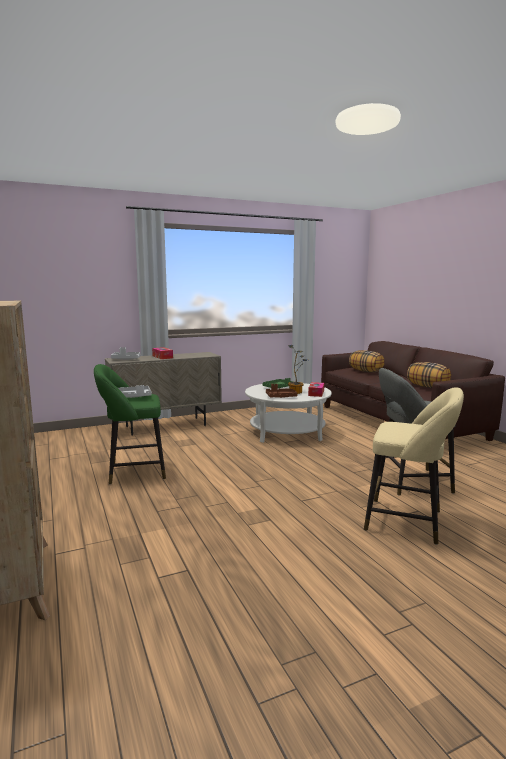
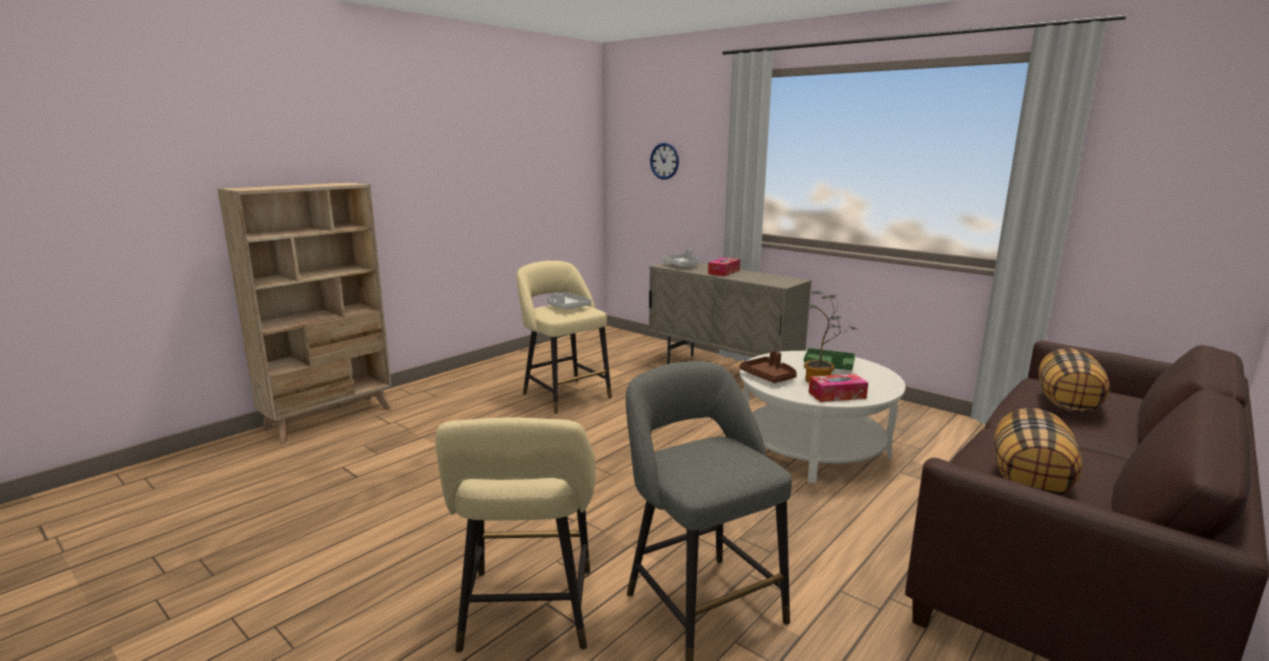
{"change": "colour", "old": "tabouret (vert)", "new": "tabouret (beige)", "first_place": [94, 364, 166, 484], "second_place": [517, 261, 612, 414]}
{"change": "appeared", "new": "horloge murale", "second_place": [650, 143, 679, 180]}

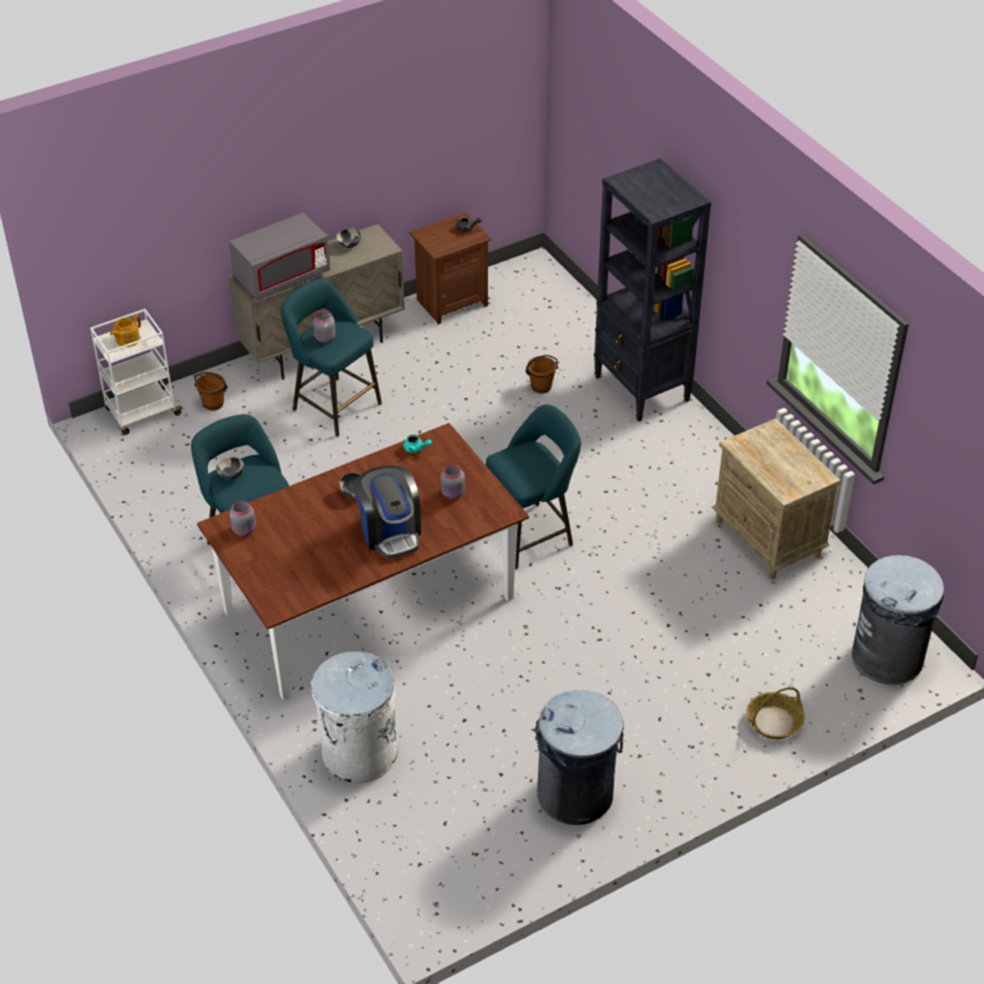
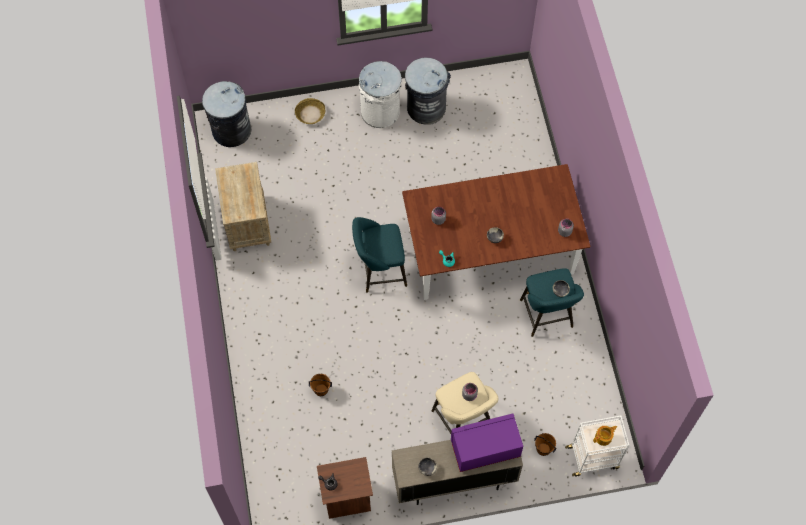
{"change": "missing", "old": "bibliothèque (noir)", "first_place": [594, 158, 711, 422]}
{"change": "colour", "old": "micro-ondes (gris)", "new": "micro-ondes (violet)", "first_place": [229, 213, 330, 300], "second_place": [451, 414, 523, 472]}
{"change": "colour", "old": "tabouret (turquoise)", "new": "tabouret (beige)", "first_place": [281, 279, 382, 437], "second_place": [432, 372, 499, 434]}
{"change": "missing", "old": "machine à café", "first_place": [353, 466, 421, 558]}
{"change": "relocated", "old": "poubelle (blanc)", "first_place": [311, 651, 397, 783], "second_place": [359, 61, 402, 128]}

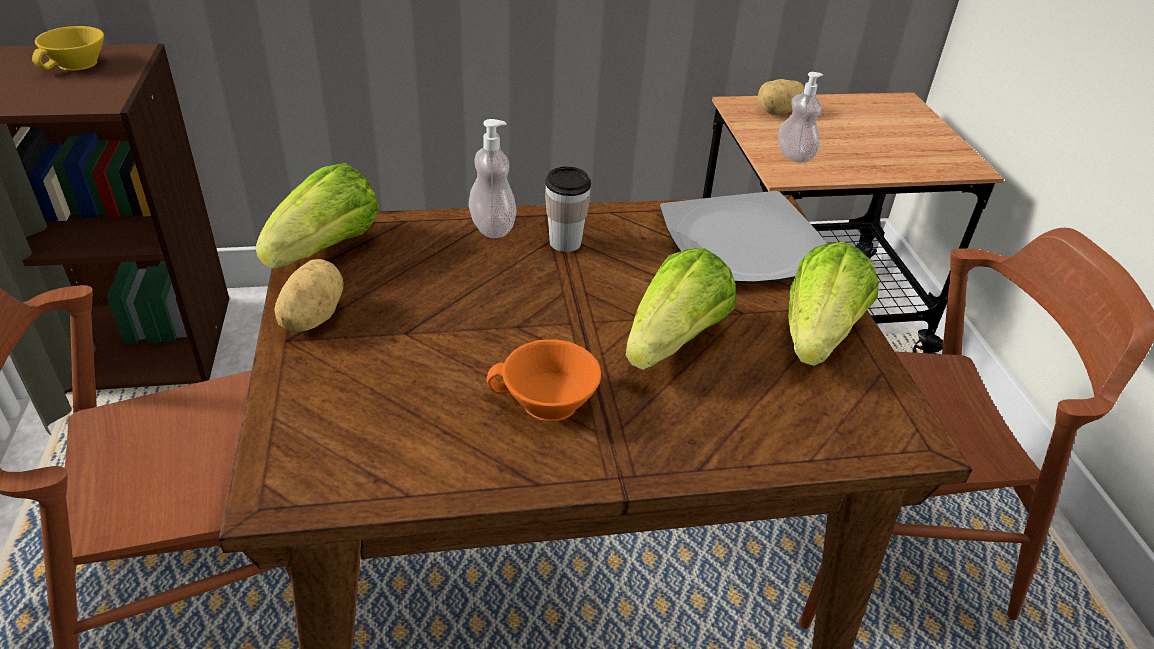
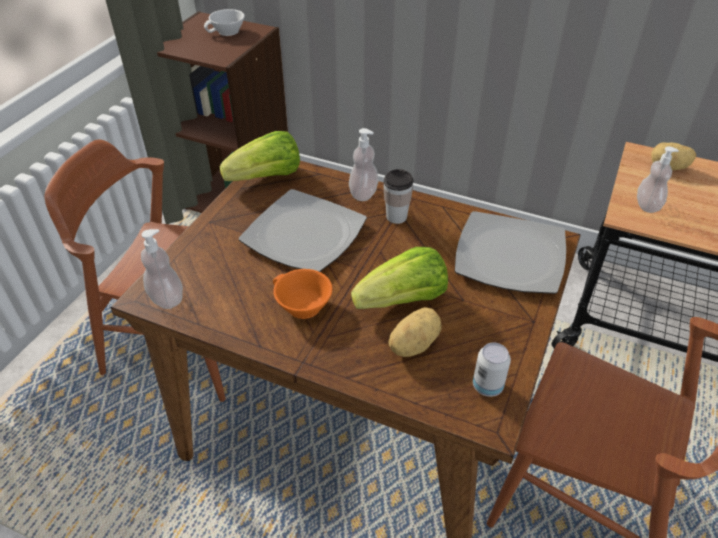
{"change": "colour", "old": "tasse (jaune)", "new": "tasse (blanc)", "first_place": [32, 26, 104, 71], "second_place": [204, 9, 245, 36]}
{"change": "missing", "old": "laitue", "first_place": [789, 242, 879, 366]}
{"change": "relocated", "old": "pomme de terre", "first_place": [274, 259, 343, 332], "second_place": [389, 307, 442, 357]}
{"change": "appeared", "new": "assiette", "second_place": [239, 189, 367, 272]}
{"change": "appeared", "new": "distributeur de savon", "second_place": [141, 229, 183, 309]}
{"change": "appeared", "new": "boîte métallique", "second_place": [473, 342, 511, 397]}

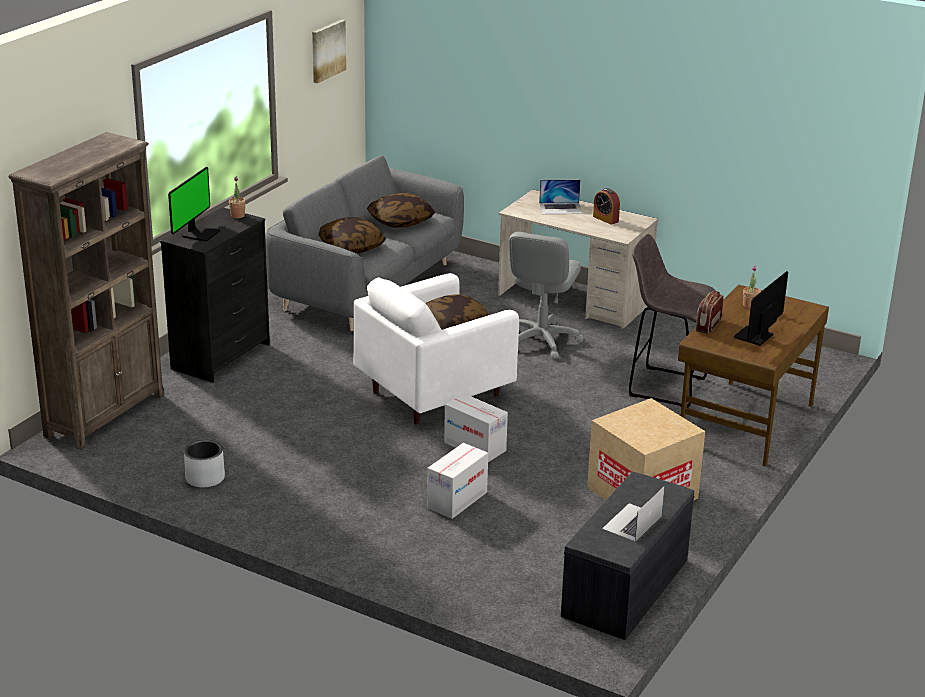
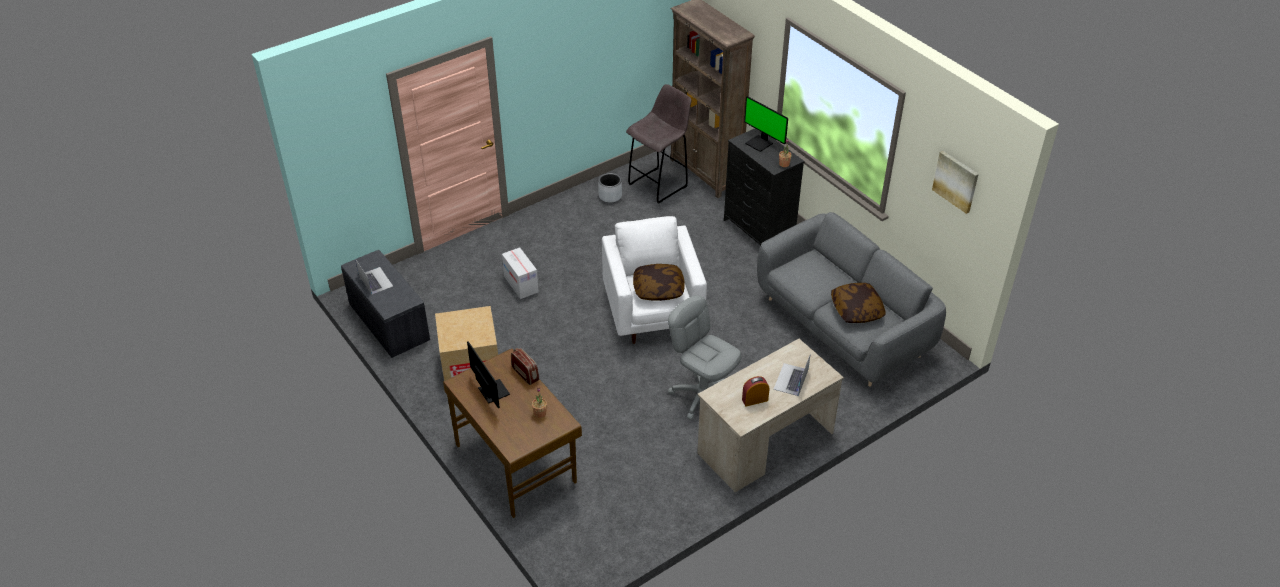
{"change": "missing", "old": "coussin", "first_place": [318, 217, 386, 254]}
{"change": "relocated", "old": "tabouret (gris)", "first_place": [629, 234, 716, 408], "second_place": [626, 84, 691, 204]}
{"change": "missing", "old": "carton", "first_place": [444, 393, 508, 462]}

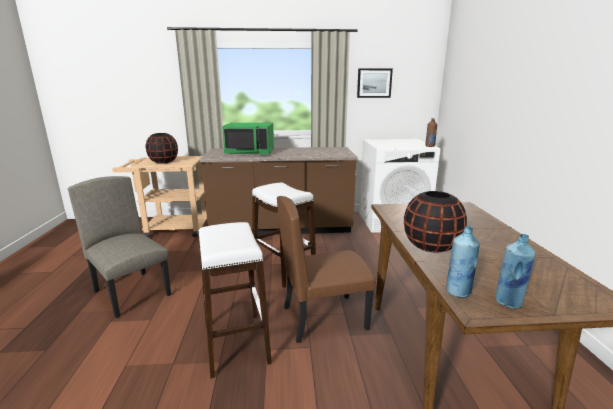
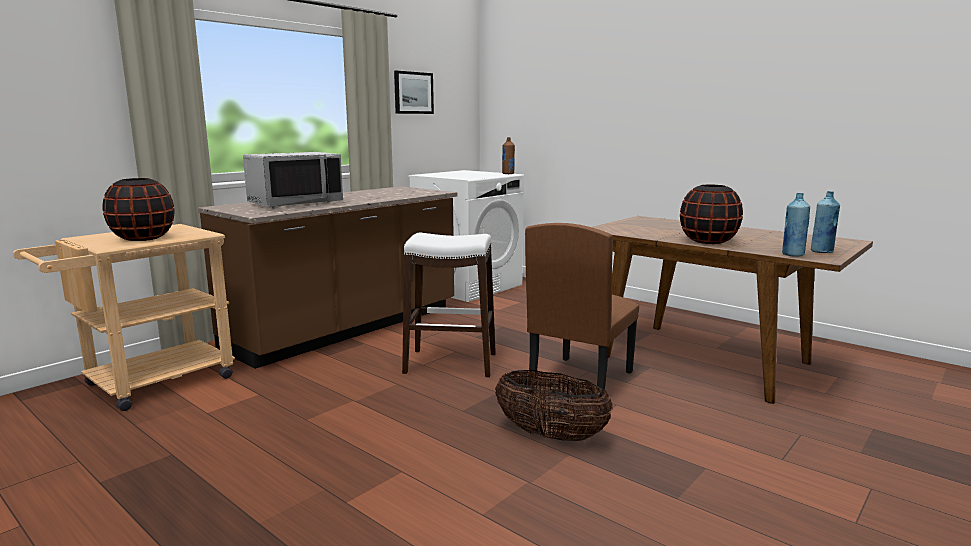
{"change": "colour", "old": "micro-ondes (vert)", "new": "micro-ondes (gris)", "first_place": [222, 123, 274, 154], "second_place": [243, 152, 343, 207]}
{"change": "missing", "old": "chaise (beige)", "first_place": [68, 176, 171, 318]}
{"change": "exchanged", "old": "tabouret (blanc)", "new": "panier", "first_place": [199, 222, 272, 378], "second_place": [495, 370, 614, 441]}

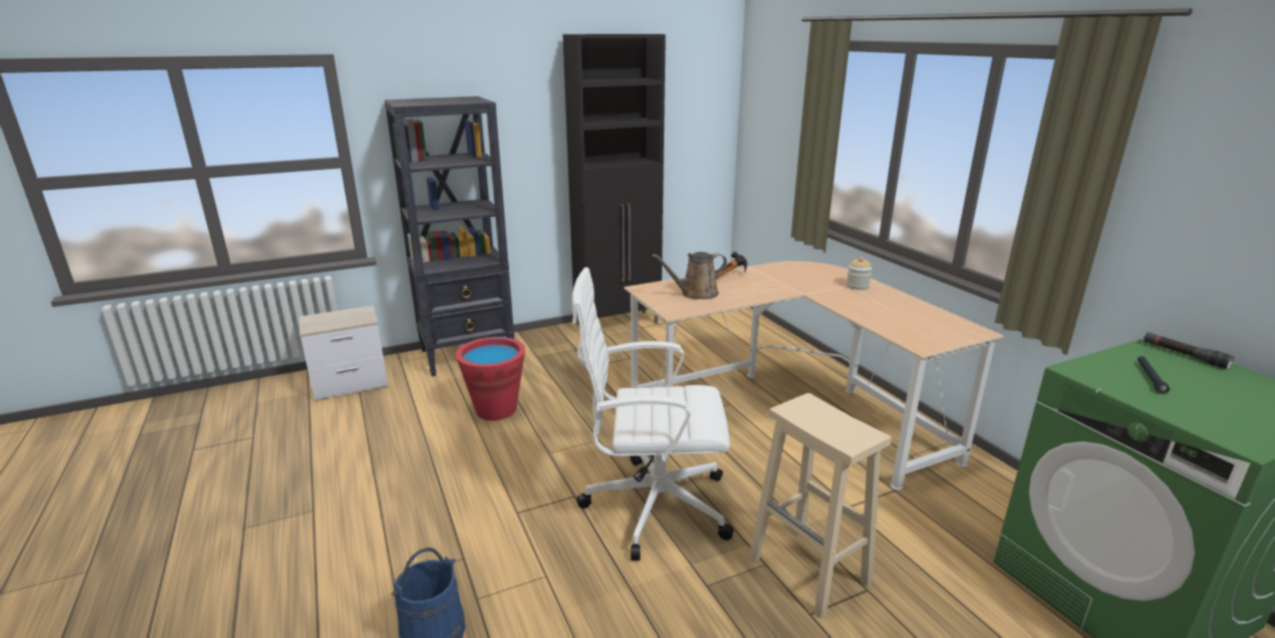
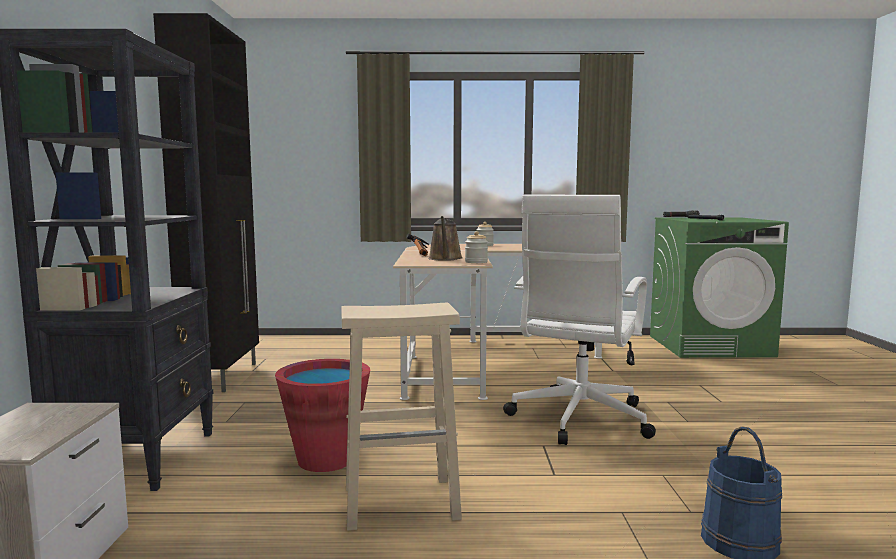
{"change": "relocated", "old": "tabouret (beige)", "first_place": [749, 393, 891, 619], "second_place": [341, 303, 462, 531]}
{"change": "appeared", "new": "bocal", "second_place": [465, 231, 488, 263]}

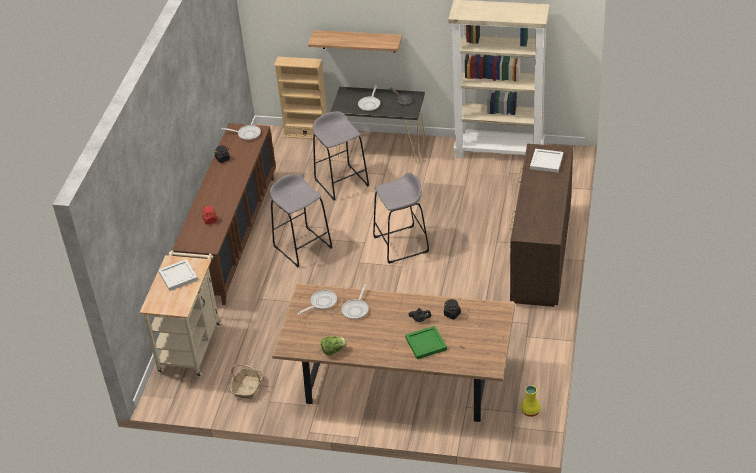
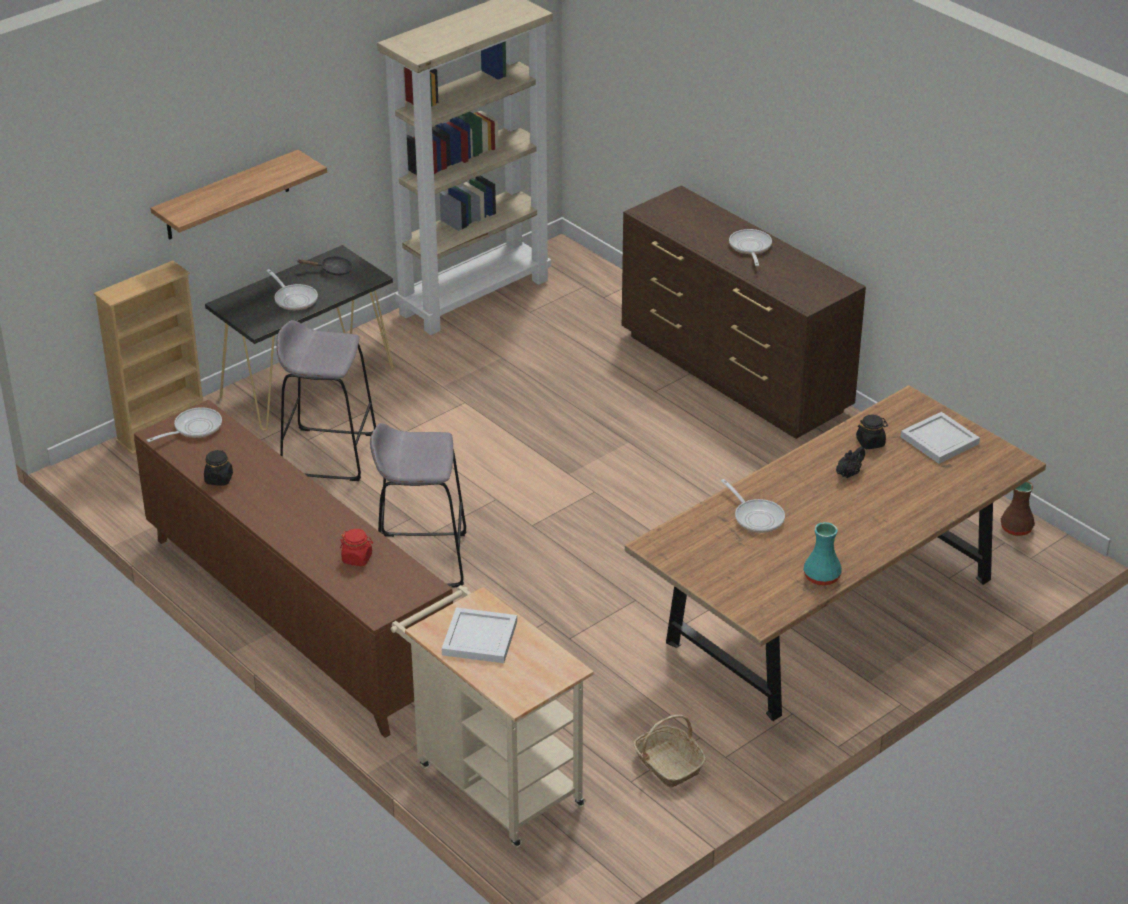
{"change": "relocated", "old": "plateau (blanc)", "first_place": [530, 149, 563, 173], "second_place": [901, 412, 980, 464]}
{"change": "missing", "old": "tabouret (gris)", "first_place": [373, 172, 429, 264]}
{"change": "relocated", "old": "poêle", "first_place": [297, 290, 337, 315], "second_place": [729, 229, 772, 266]}
{"change": "missing", "old": "plateau (vert)", "first_place": [405, 326, 447, 359]}
{"change": "exchanged", "old": "laitue", "new": "vase (turquoise)", "first_place": [321, 336, 347, 355], "second_place": [804, 522, 842, 586]}
{"change": "colour", "old": "vase (jaune)", "new": "vase (marron)", "first_place": [521, 385, 541, 417], "second_place": [1001, 481, 1035, 536]}

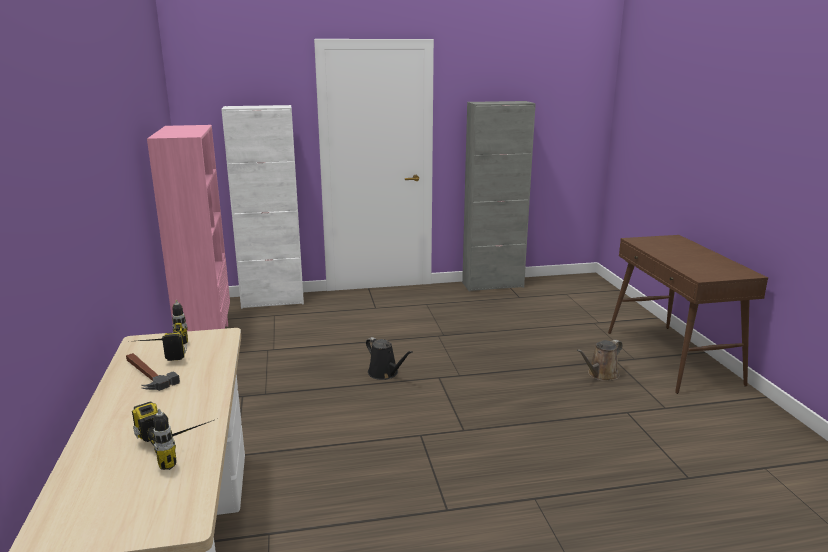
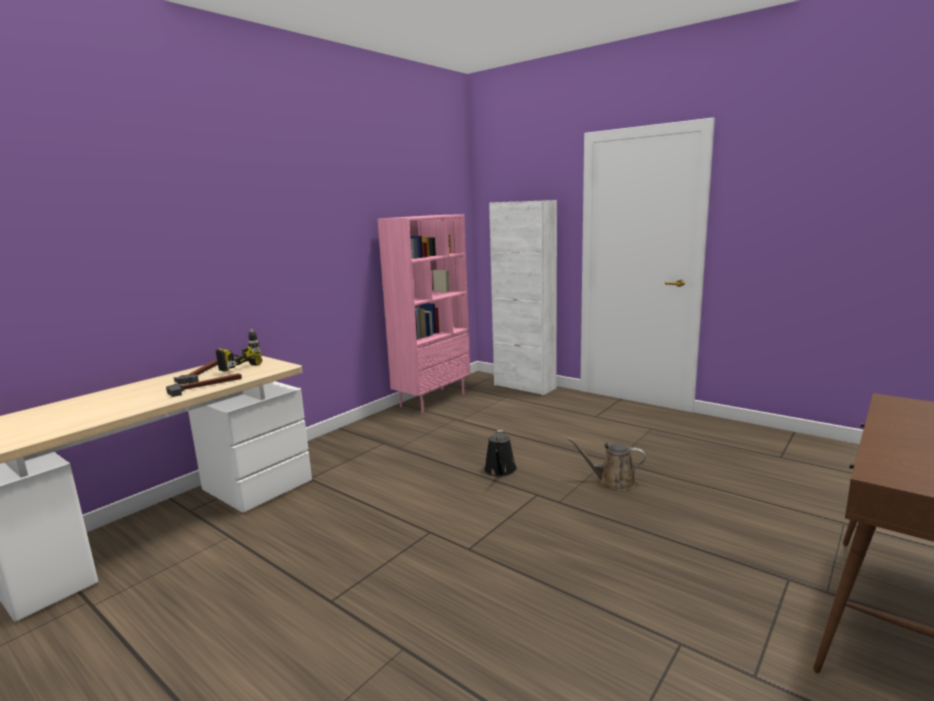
{"change": "missing", "old": "meuble de rangement (gris)", "first_place": [462, 101, 536, 292]}
{"change": "relocated", "old": "arrosoir (marron)", "first_place": [577, 340, 623, 381], "second_place": [567, 438, 646, 490]}
{"change": "missing", "old": "perceuse", "first_place": [132, 401, 214, 470]}
{"change": "appeared", "new": "marteau", "second_place": [166, 373, 242, 397]}

